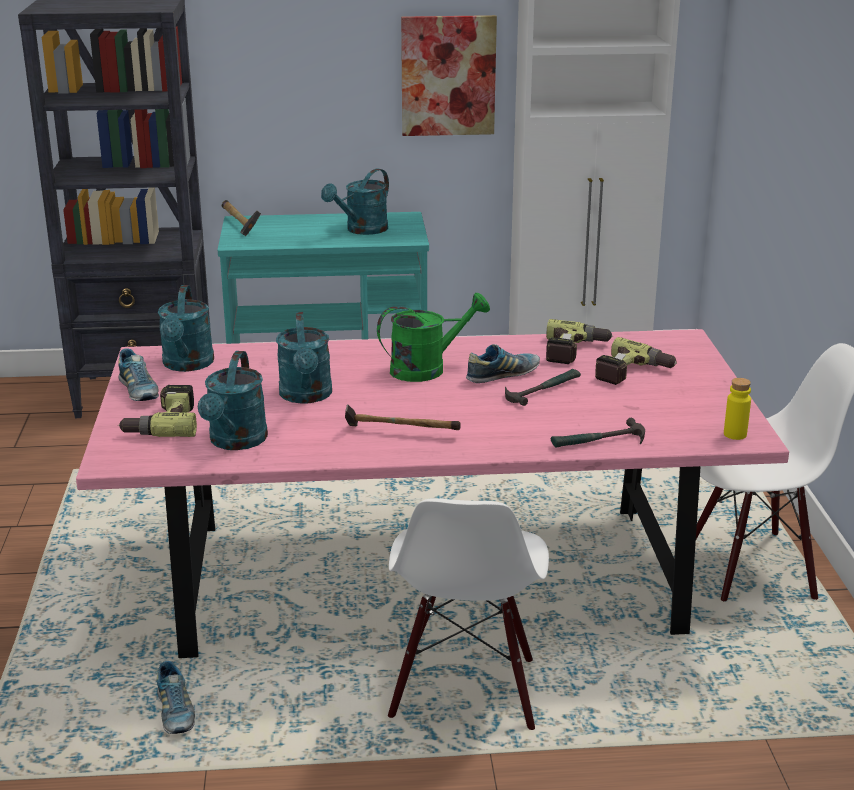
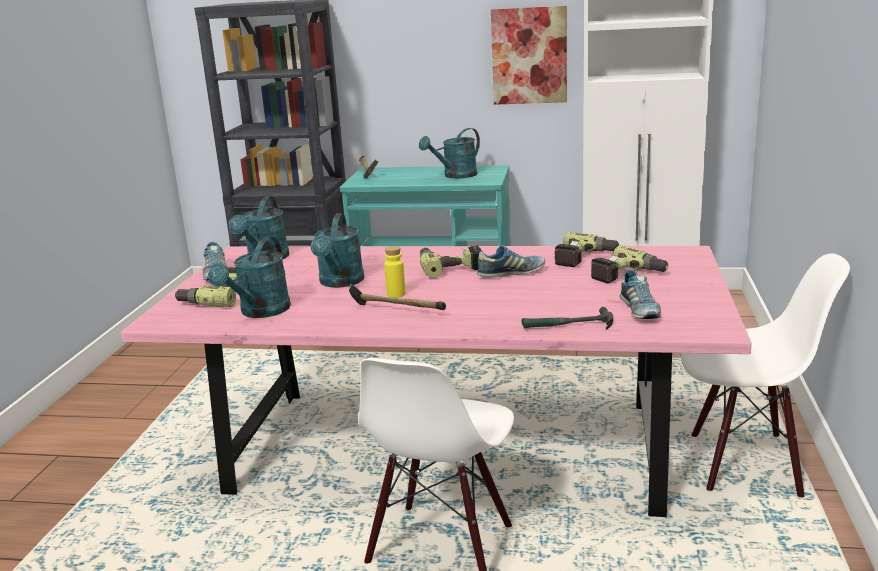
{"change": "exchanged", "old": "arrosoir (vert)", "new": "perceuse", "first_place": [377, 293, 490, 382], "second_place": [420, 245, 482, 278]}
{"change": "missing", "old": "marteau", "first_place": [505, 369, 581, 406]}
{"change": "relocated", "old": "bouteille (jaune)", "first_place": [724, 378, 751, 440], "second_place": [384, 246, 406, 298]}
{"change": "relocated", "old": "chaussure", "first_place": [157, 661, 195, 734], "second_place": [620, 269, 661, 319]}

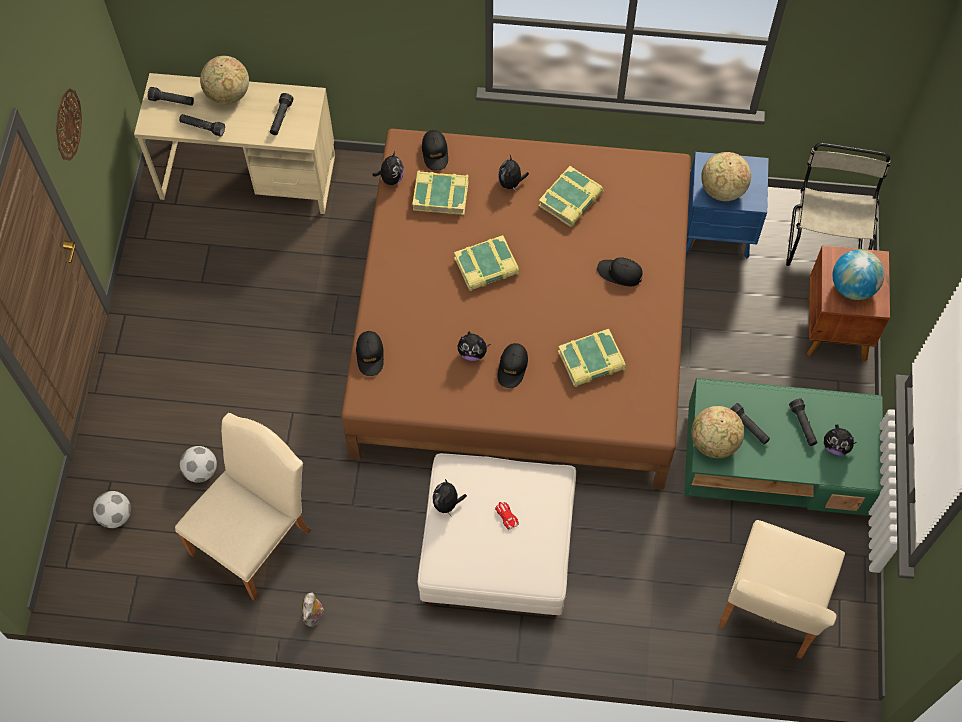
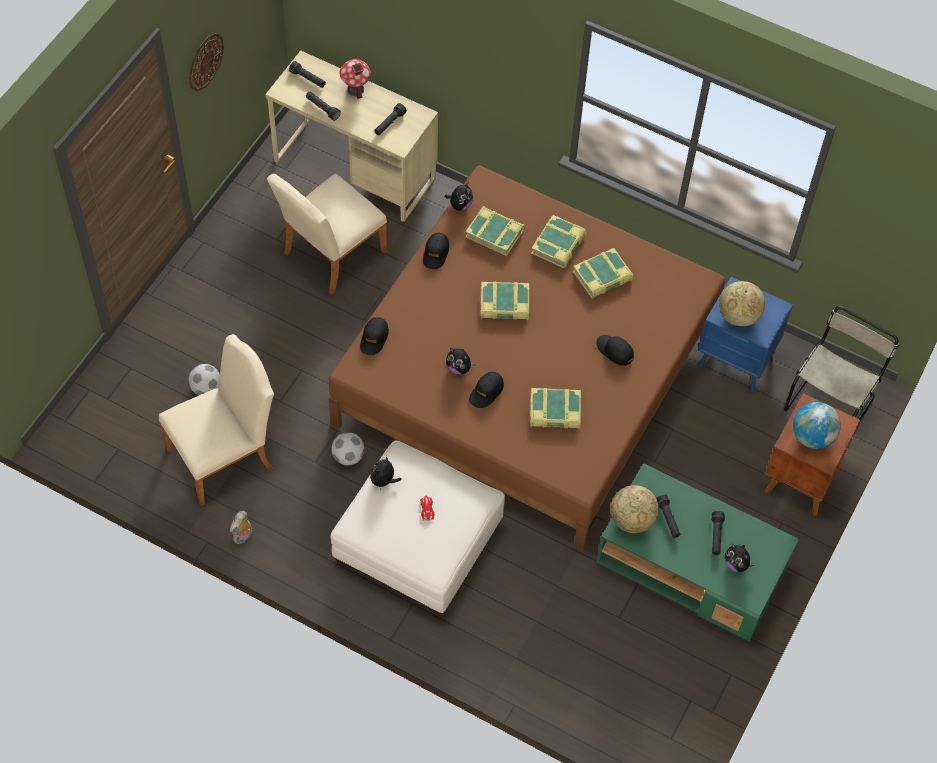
{"change": "exchanged", "old": "globe", "new": "maison miniature", "first_place": [200, 56, 249, 105], "second_place": [339, 59, 371, 99]}
{"change": "relocated", "old": "casquette (noir)", "first_place": [422, 130, 448, 171], "second_place": [423, 233, 449, 269]}
{"change": "exchanged", "old": "peluche", "new": "livre", "first_place": [498, 155, 529, 192], "second_place": [531, 215, 587, 268]}
{"change": "relocated", "old": "ballon de foot", "first_place": [93, 491, 131, 528], "second_place": [331, 432, 365, 465]}
{"change": "relocated", "old": "chaise (beige)", "first_place": [718, 520, 845, 659], "second_place": [267, 174, 387, 295]}

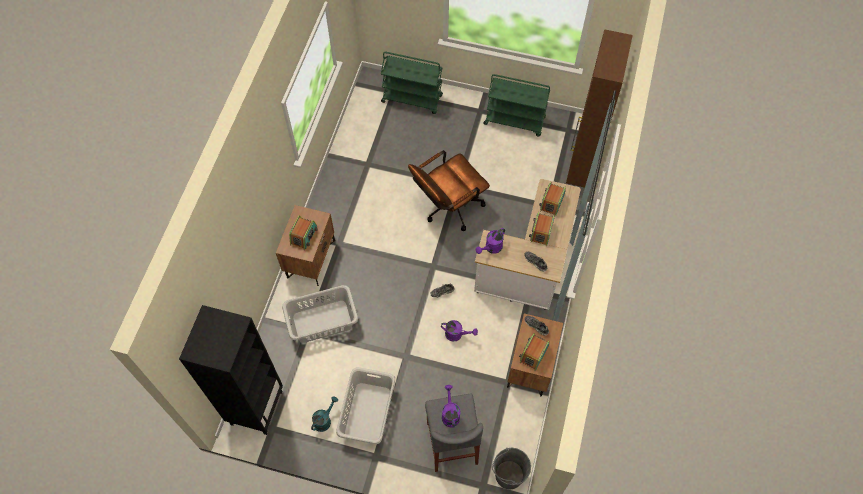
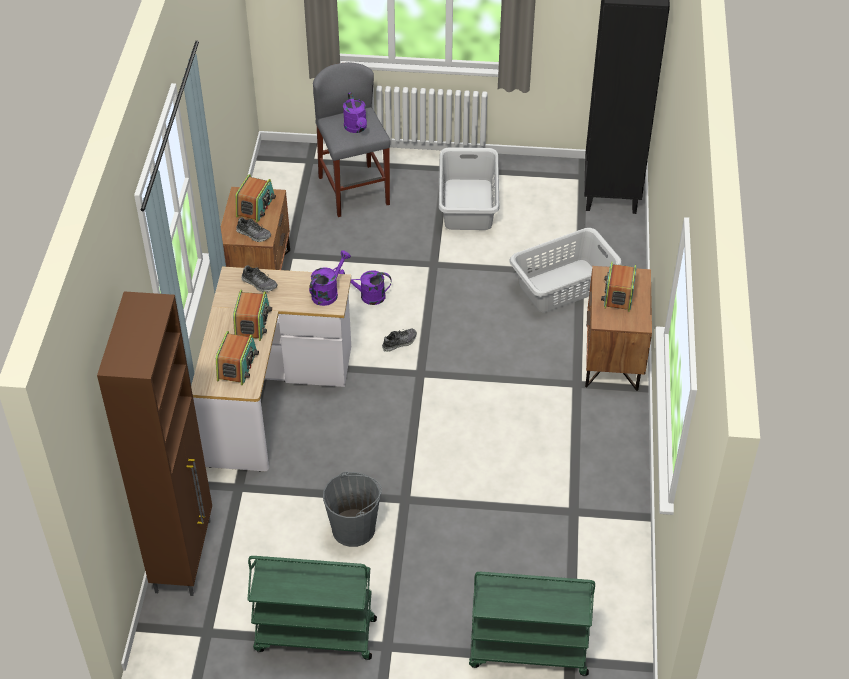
{"change": "missing", "old": "chaise de bureau (marron)", "first_place": [408, 150, 490, 231]}
{"change": "missing", "old": "arrosoir (turquoise)", "first_place": [311, 397, 338, 432]}
{"change": "relocated", "old": "seau (gris)", "first_place": [492, 448, 531, 489], "second_place": [323, 471, 382, 547]}

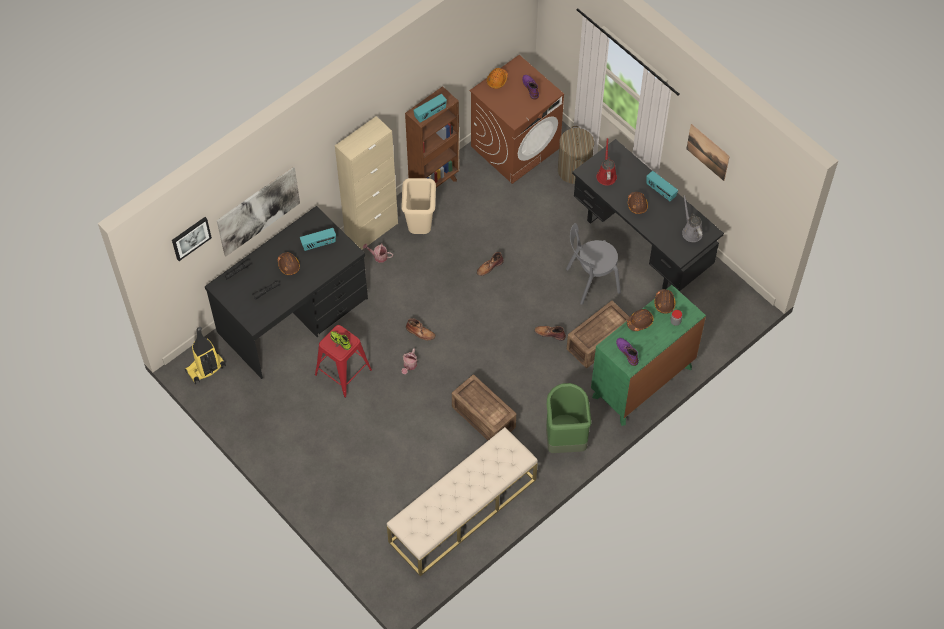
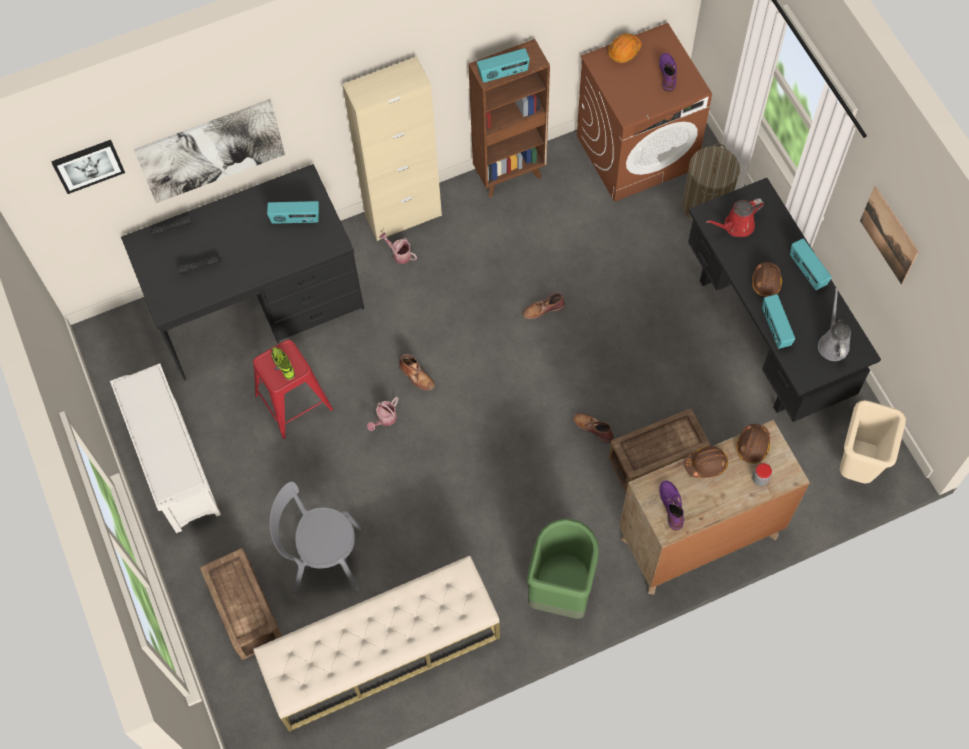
{"change": "spun", "old": "arrosoir (rouge)", "first_place": [596, 138, 617, 186], "second_place": [706, 198, 764, 237], "degrees": -135}
{"change": "relocated", "old": "poubelle (beige)", "first_place": [401, 178, 436, 234], "second_place": [840, 400, 906, 483]}
{"change": "relocated", "old": "chaise (gris)", "first_place": [566, 223, 621, 305], "second_place": [269, 481, 361, 592]}
{"change": "missing", "old": "casque de chantier (marron)", "first_place": [278, 252, 300, 275]}
{"change": "colour", "old": "commode (vert)", "new": "commode (marron)", "first_place": [591, 285, 706, 426], "second_place": [619, 420, 810, 594]}
{"change": "missing", "old": "aspirateur", "first_place": [185, 327, 226, 384]}
{"change": "relocated", "old": "caisse", "first_place": [452, 375, 516, 440], "second_place": [200, 548, 282, 660]}
{"change": "appeared", "new": "radio", "second_place": [762, 294, 795, 349]}
{"change": "appeared", "new": "étagère à chaussures (blanc)", "second_place": [110, 363, 221, 533]}

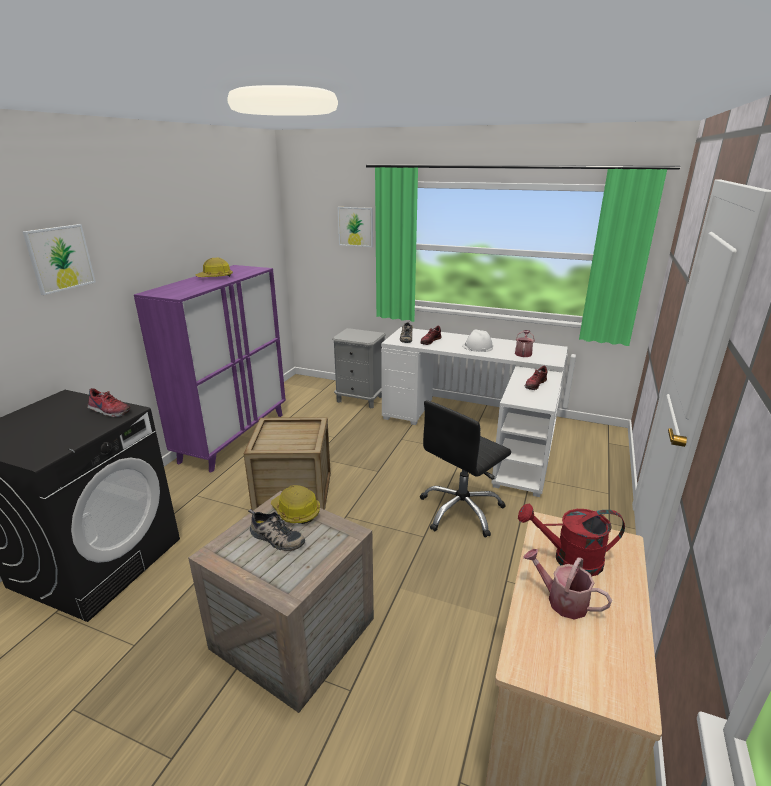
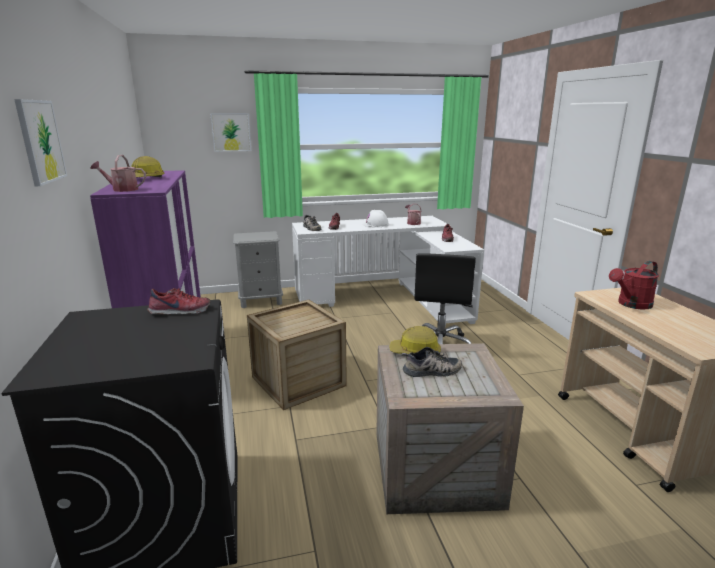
{"change": "relocated", "old": "arrosoir", "first_place": [523, 549, 612, 620], "second_place": [91, 155, 146, 192]}

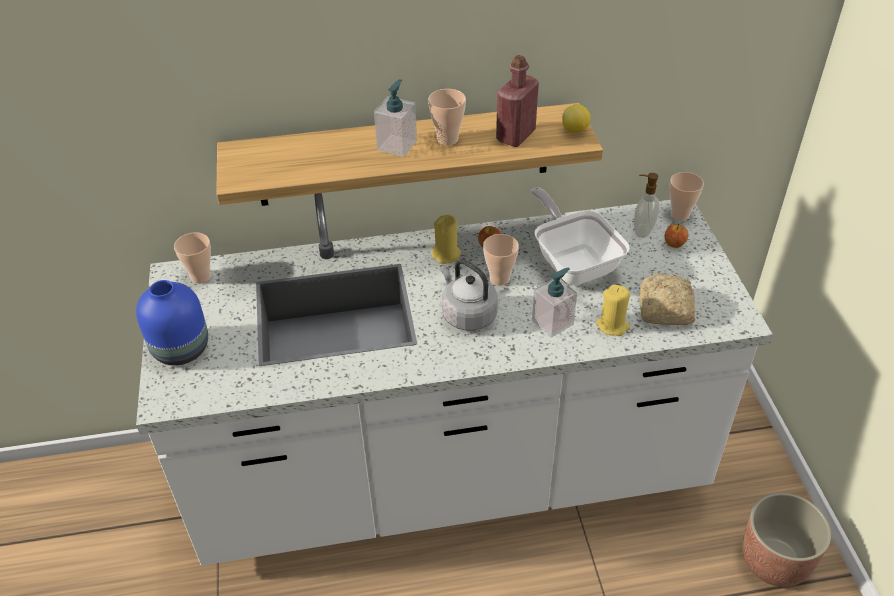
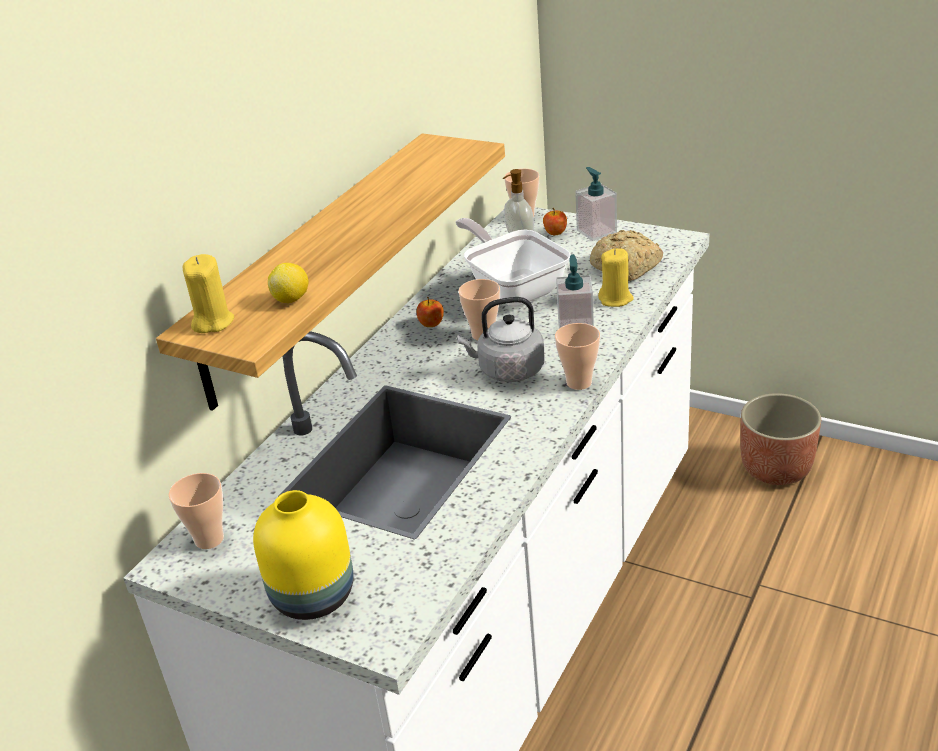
{"change": "missing", "old": "bouteille (rouge)", "first_place": [496, 55, 539, 147]}
{"change": "relocated", "old": "distributeur de savon", "first_place": [374, 79, 417, 157], "second_place": [575, 167, 617, 241]}
{"change": "relocated", "old": "tasse", "first_place": [428, 89, 466, 146], "second_place": [555, 323, 600, 390]}
{"change": "relocated", "old": "citron", "first_place": [562, 104, 591, 133], "second_place": [268, 263, 308, 303]}
{"change": "spun", "old": "poêle", "first_place": [531, 187, 629, 285], "second_place": [456, 218, 570, 307], "degrees": 45}
{"change": "relocated", "old": "bougie (jaune)", "first_place": [431, 215, 461, 264], "second_place": [183, 254, 234, 333]}
{"change": "colour", "old": "vase (bleu)", "new": "vase (jaune)", "first_place": [136, 280, 208, 365], "second_place": [253, 490, 354, 620]}

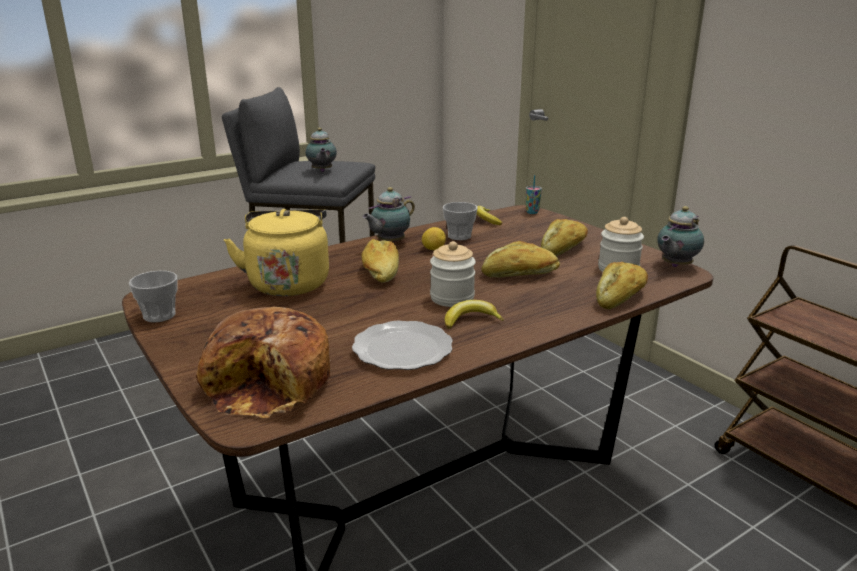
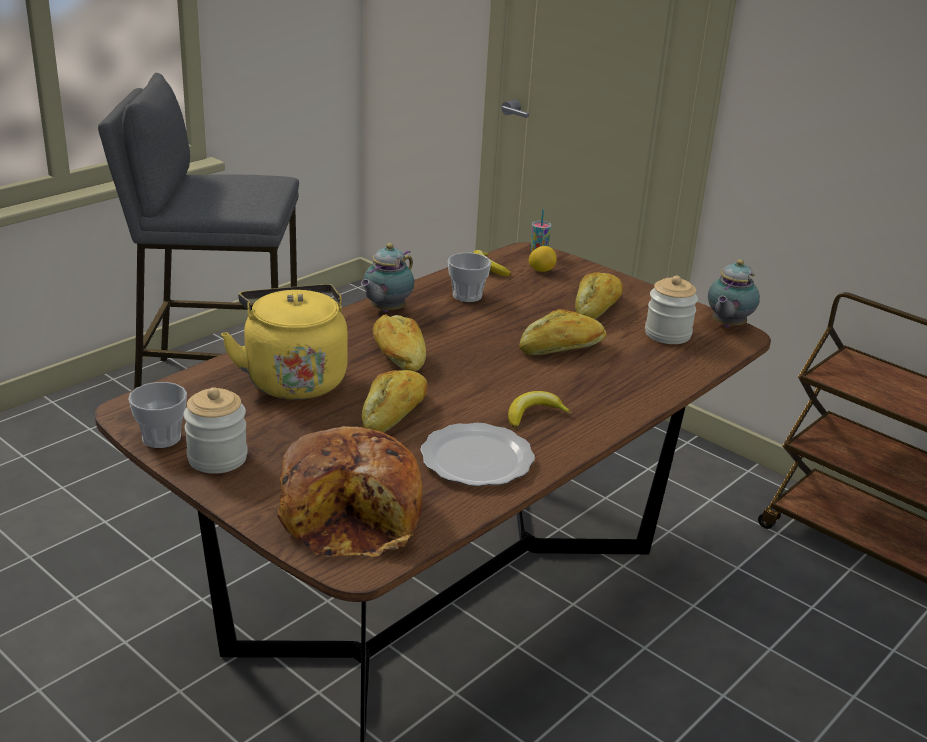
{"change": "missing", "old": "théière", "first_place": [306, 128, 337, 172]}
{"change": "relocated", "old": "citron", "first_place": [422, 227, 446, 250], "second_place": [528, 246, 557, 272]}
{"change": "relocated", "old": "bocal", "first_place": [430, 241, 476, 307], "second_place": [183, 387, 248, 474]}
{"change": "relocated", "old": "pain", "first_place": [596, 262, 648, 309], "second_place": [362, 370, 427, 433]}

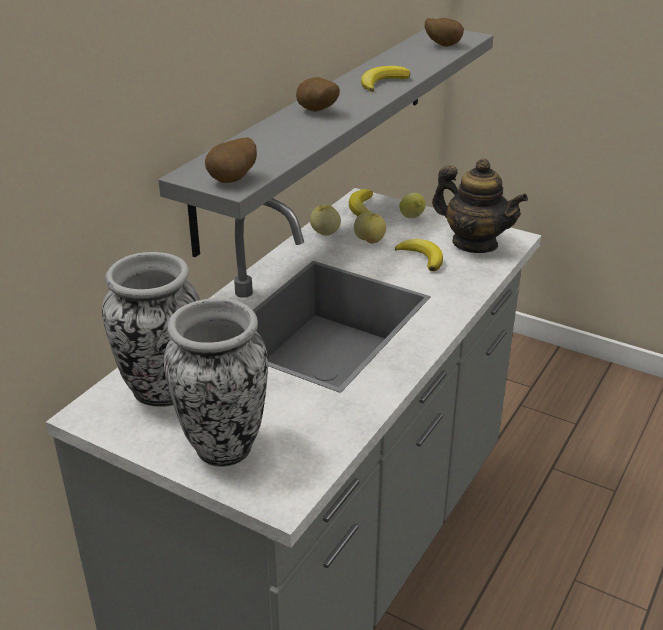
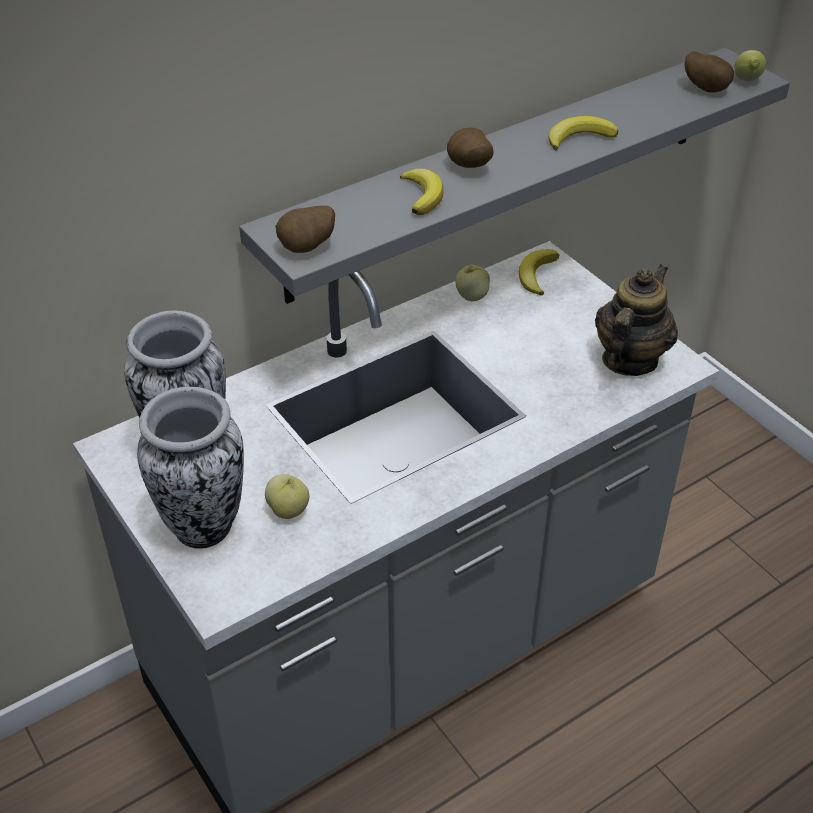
{"change": "spun", "old": "théière", "first_place": [432, 159, 528, 253], "second_place": [595, 264, 678, 376], "degrees": -120}
{"change": "relocated", "old": "citron", "first_place": [399, 193, 426, 218], "second_place": [734, 50, 766, 81]}
{"change": "relocated", "old": "pomme", "first_place": [354, 213, 386, 244], "second_place": [265, 474, 309, 519]}
{"change": "relocated", "old": "banane", "first_place": [395, 239, 443, 271], "second_place": [400, 169, 444, 215]}

